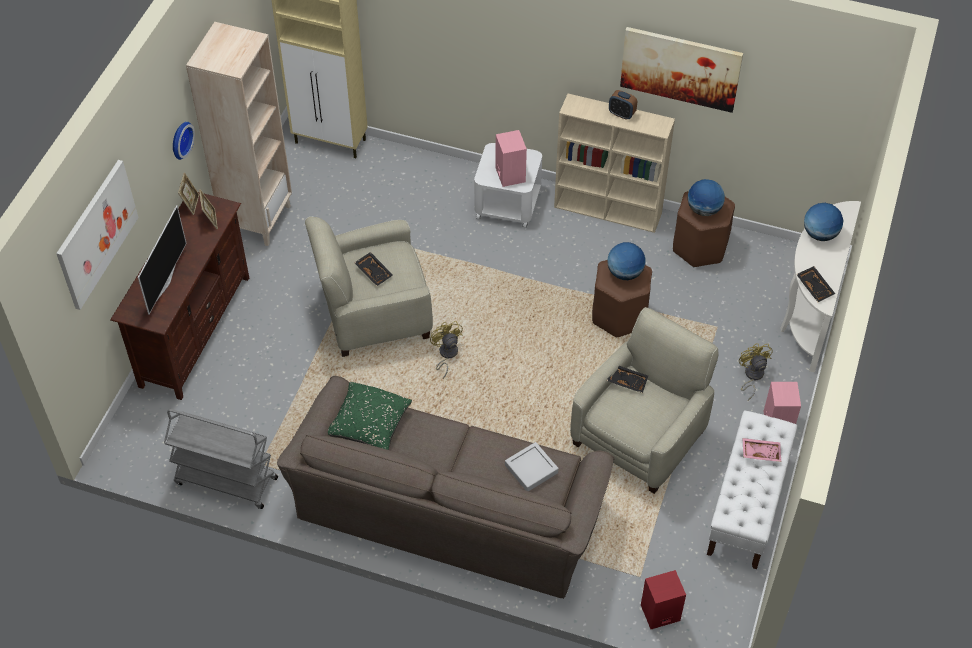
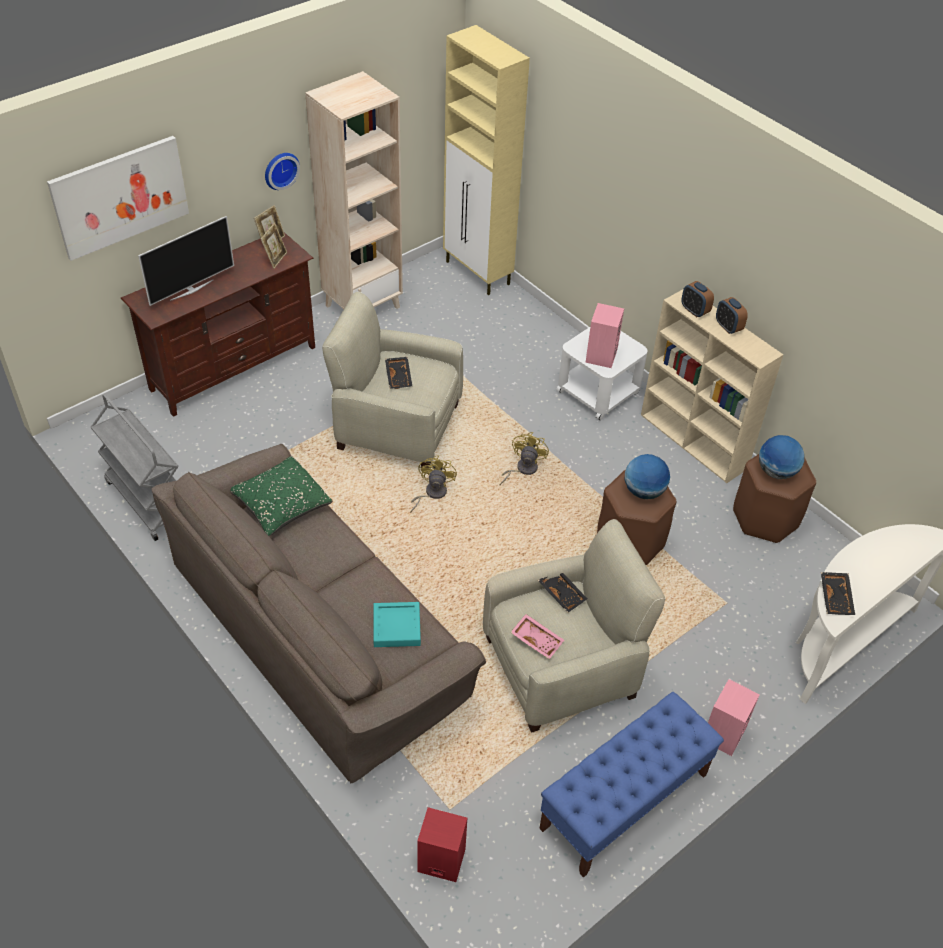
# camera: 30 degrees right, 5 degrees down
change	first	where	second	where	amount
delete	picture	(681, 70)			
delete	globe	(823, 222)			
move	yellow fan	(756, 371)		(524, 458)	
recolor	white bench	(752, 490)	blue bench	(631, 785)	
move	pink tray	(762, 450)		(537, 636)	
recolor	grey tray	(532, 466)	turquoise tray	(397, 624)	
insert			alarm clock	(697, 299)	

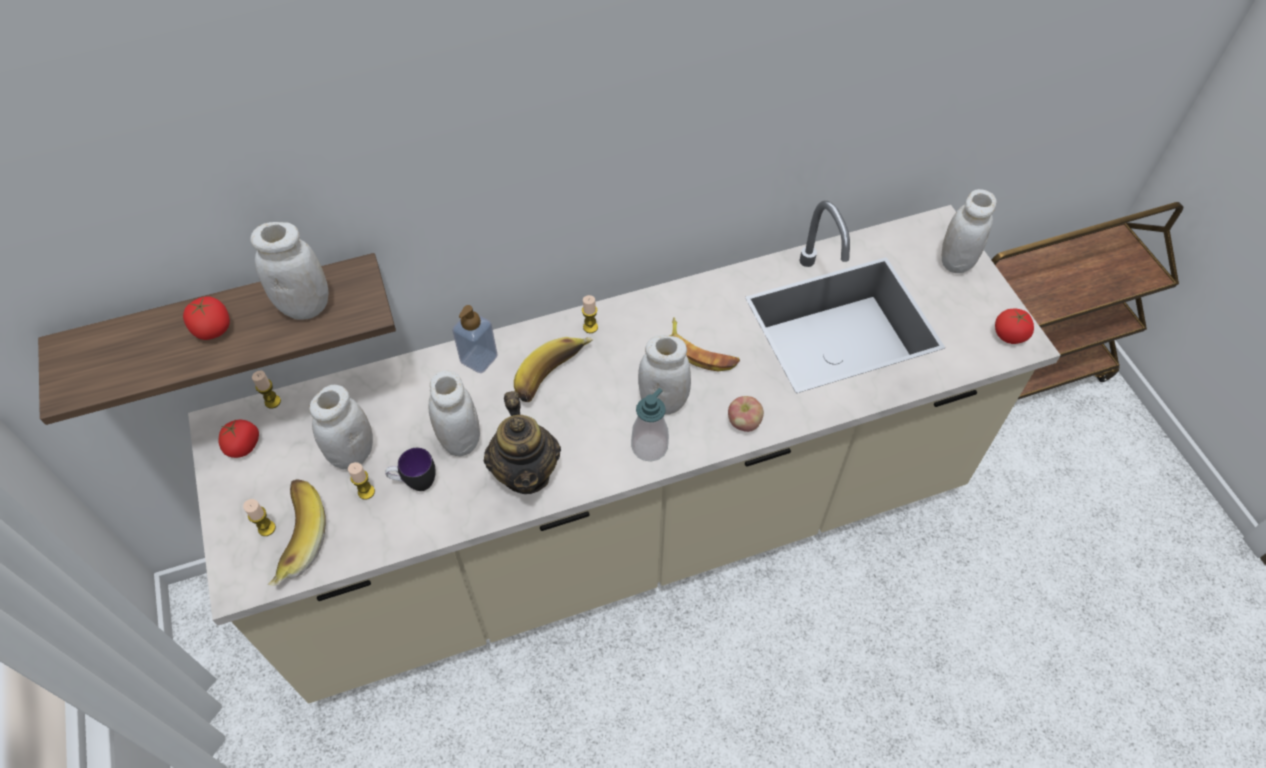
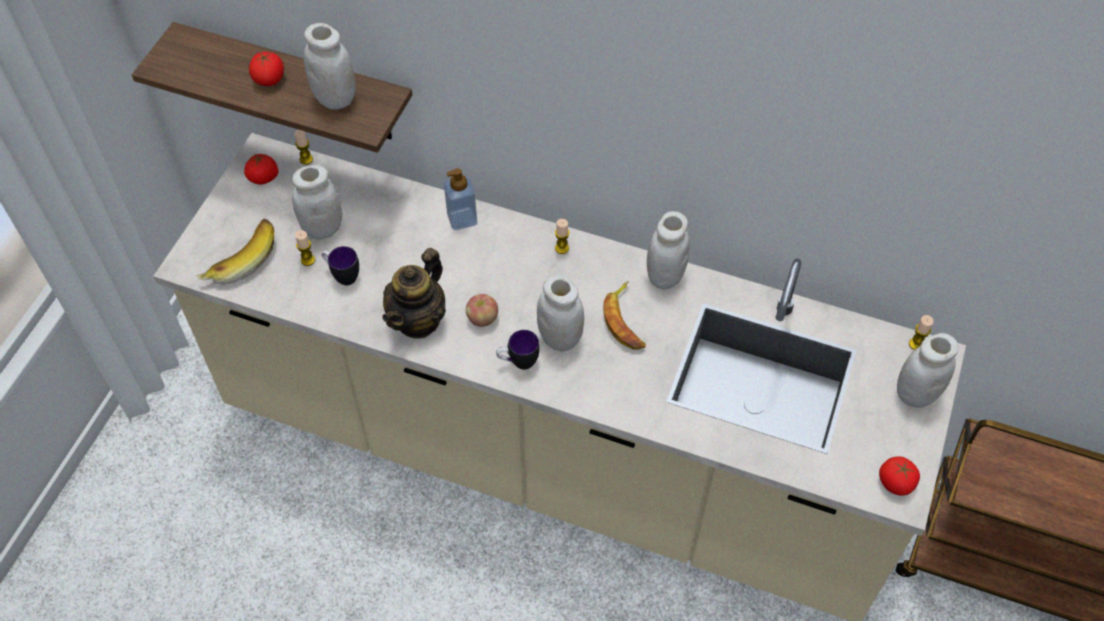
# camera: 40 degrees right, 0 degrees up
change	first	where	second	where	amount
delete	banana	(553, 369)			
move	white jar	(454, 413)		(668, 250)	
replace	soap dispenser	(650, 424)	mug	(518, 350)	
move	apple	(746, 414)		(482, 310)	
move	candle	(259, 517)		(921, 332)	

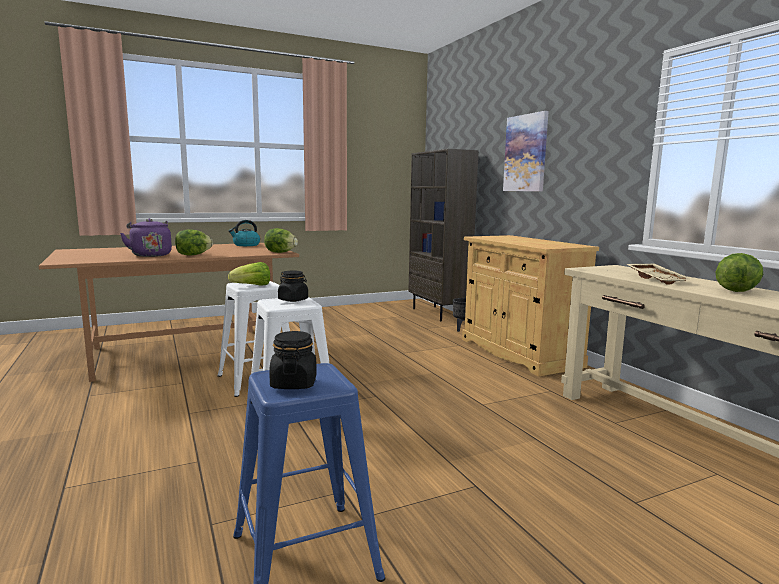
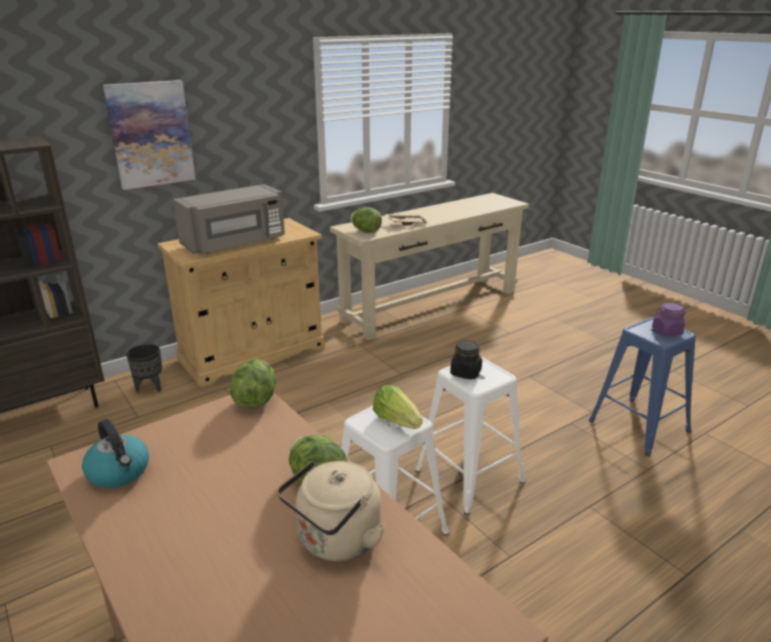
# camera: 100 degrees left, 15 degrees up
change	first	where	second	where	amount
recolor	purple kettle	(146, 238)	beige kettle	(331, 511)	
move	lettuce	(739, 272)		(366, 220)	
recolor	black jar	(293, 360)	purple jar	(669, 319)	
insert			grey microwave	(229, 219)	

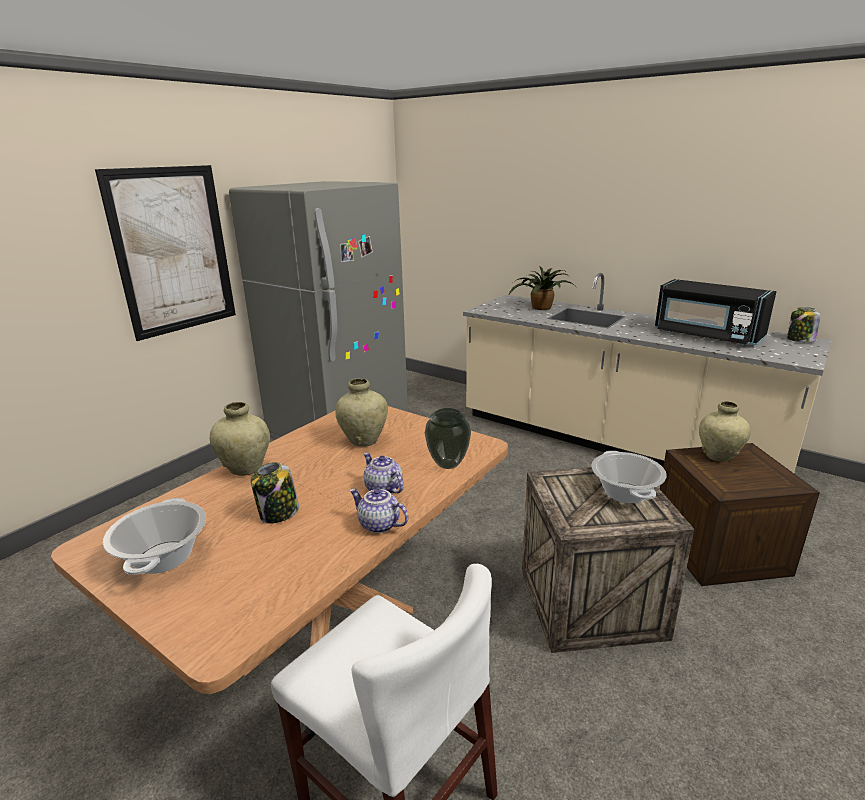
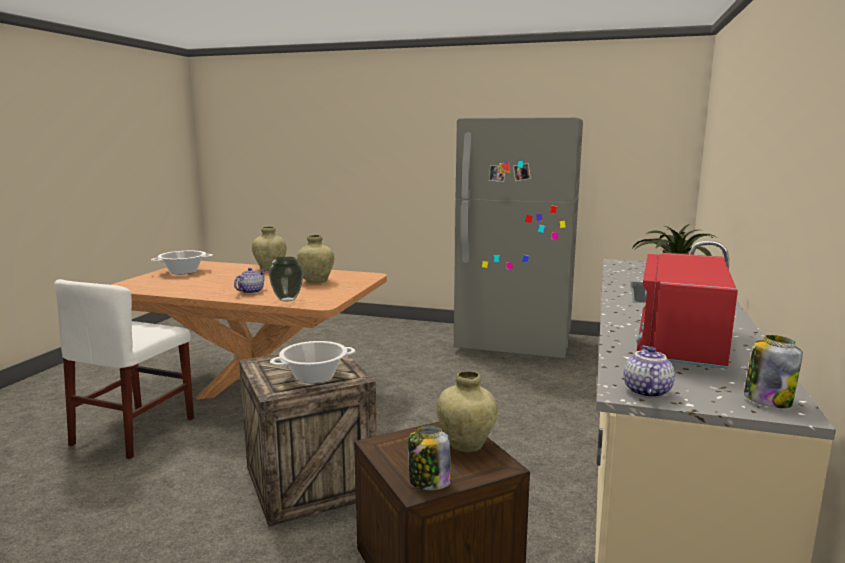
# camera: 70 degrees right, 10 degrees down
change	first	where	second	where	amount
delete	picture	(165, 253)			
recolor	black microwave	(715, 312)	red microwave	(687, 311)	
move	jar	(275, 493)		(429, 458)	
move	teapot	(378, 510)		(649, 372)	

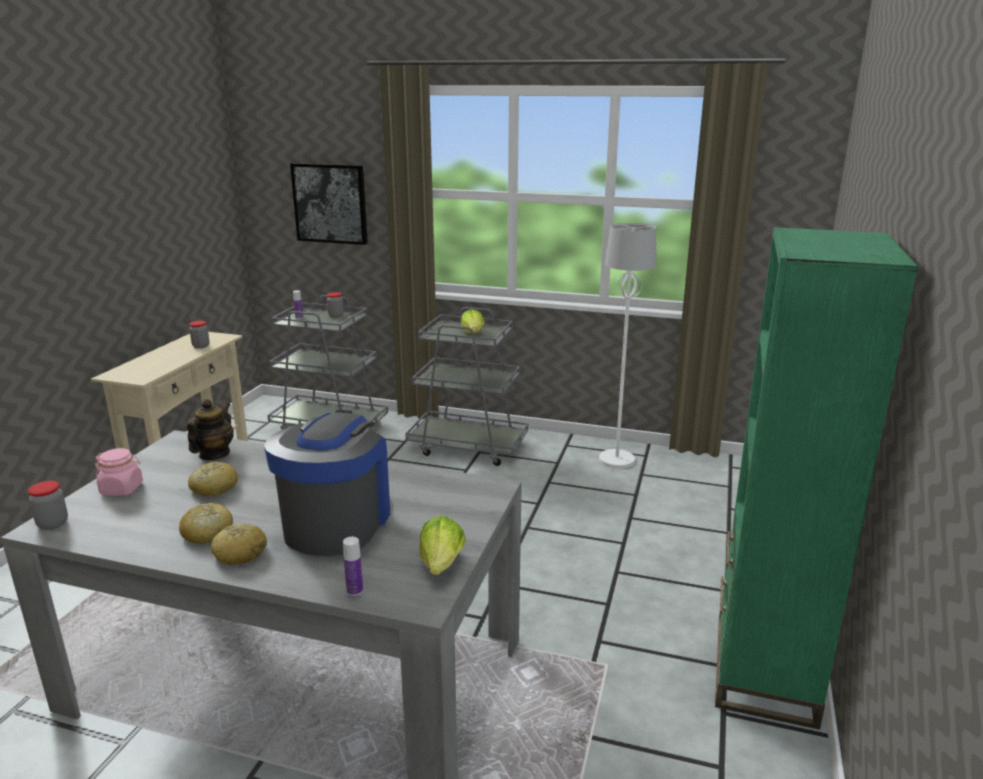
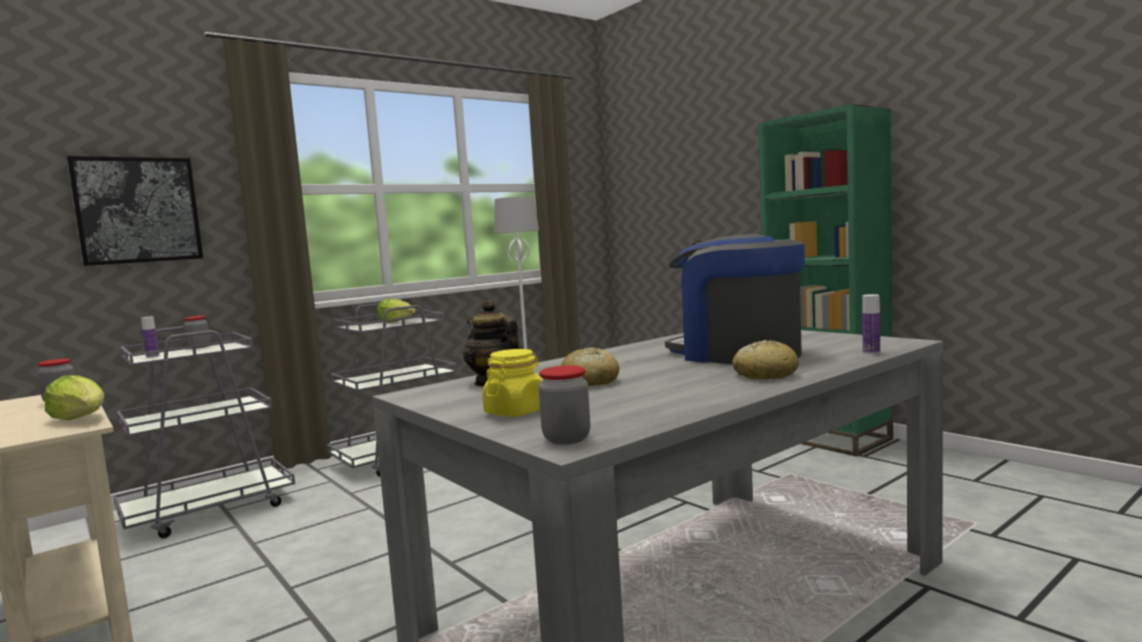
# camera: 55 degrees left, 15 degrees down
change	first	where	second	where	amount
recolor	pink jar	(119, 472)	yellow jar	(512, 383)	
delete	bread	(206, 523)			
move	lettuce	(442, 545)		(74, 397)	

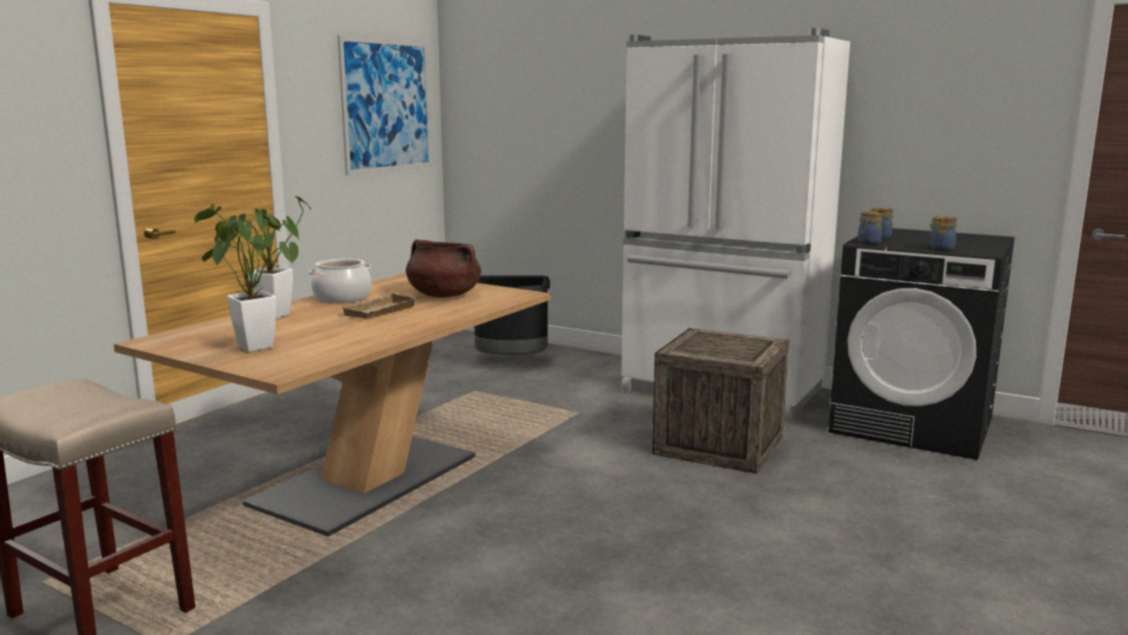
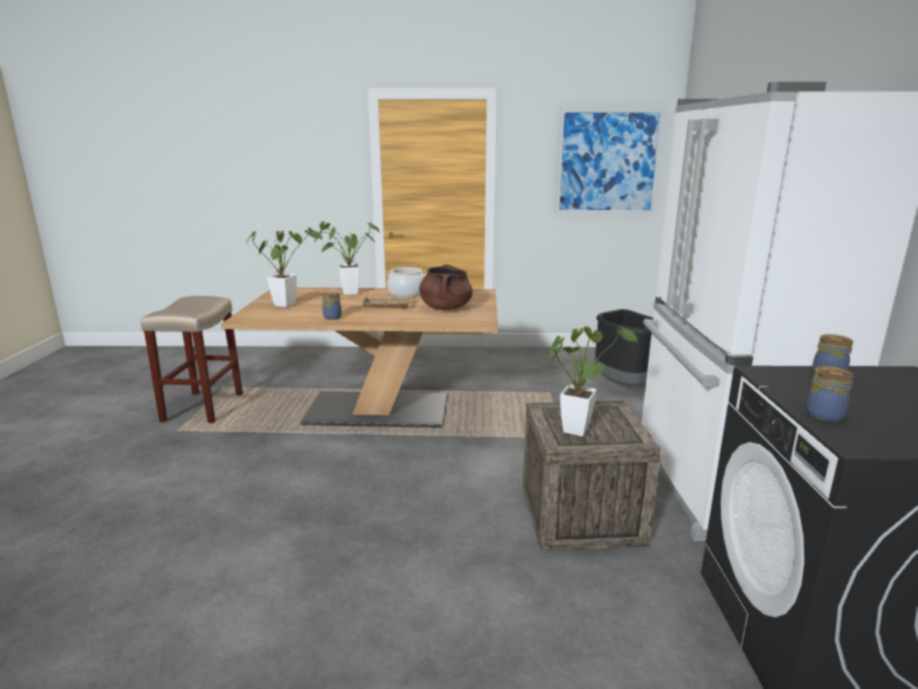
# camera: 60 degrees right, 5 degrees up
change	first	where	second	where	amount
move	jar	(870, 227)		(331, 306)	
insert			potted plant	(594, 380)	

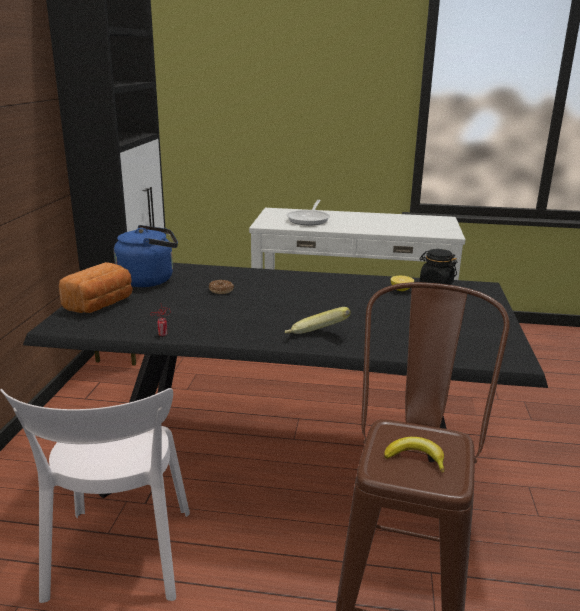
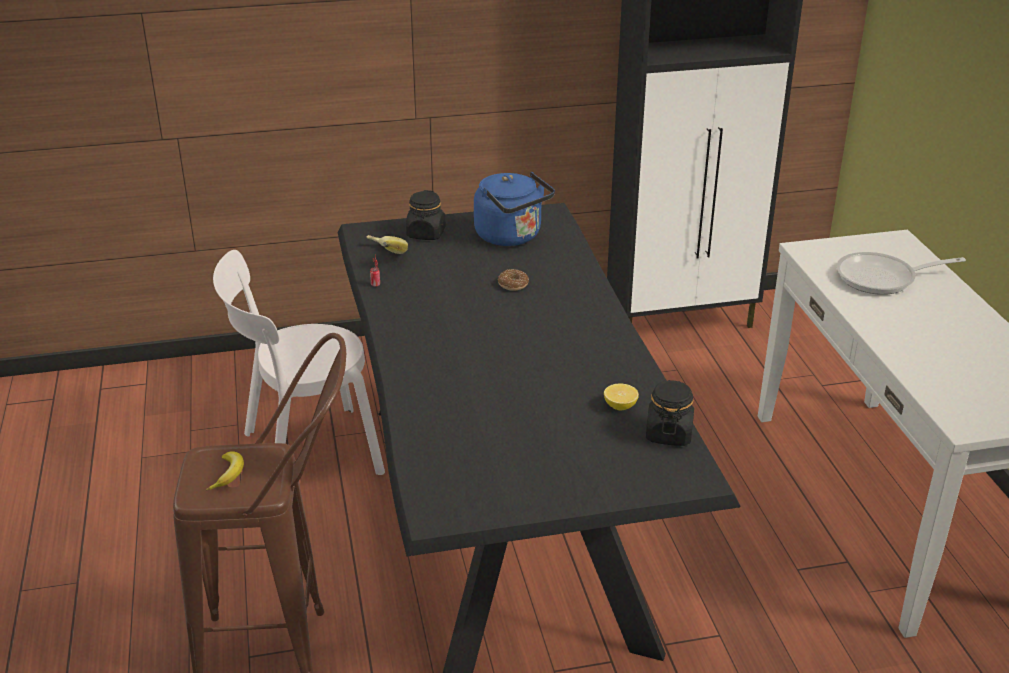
# camera: 70 degrees right, 10 degrees up
change	first	where	second	where	amount
replace	bread	(96, 287)	black jar	(426, 215)	
move	banana	(318, 320)		(387, 244)	

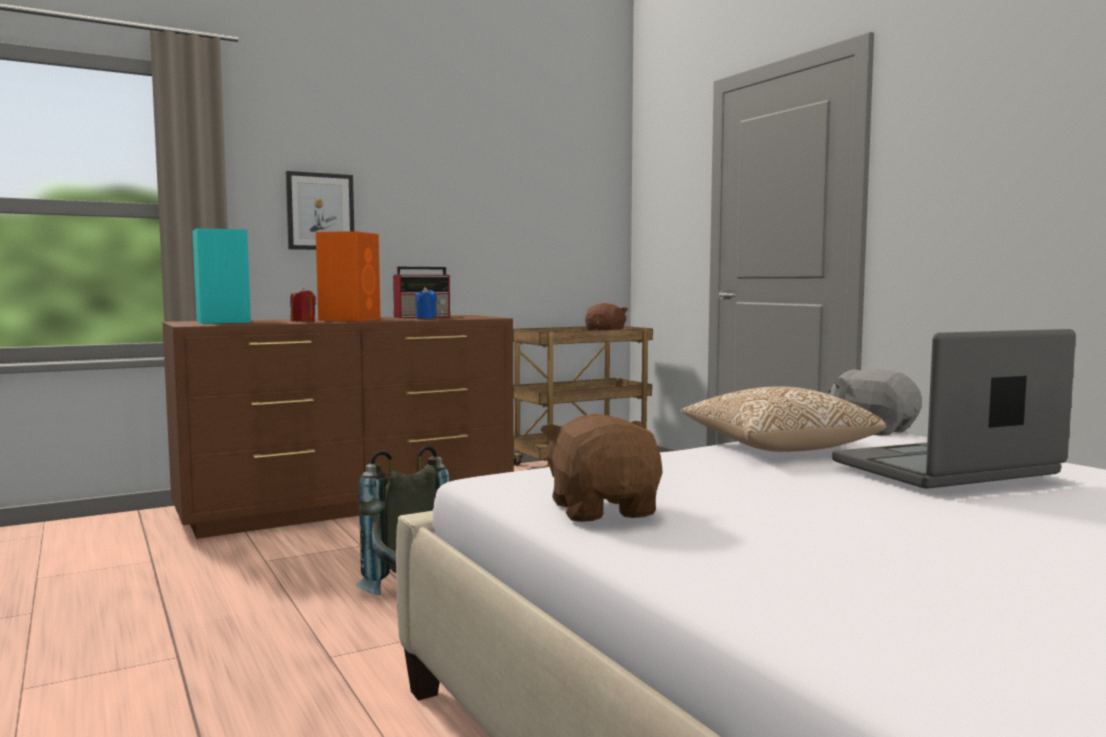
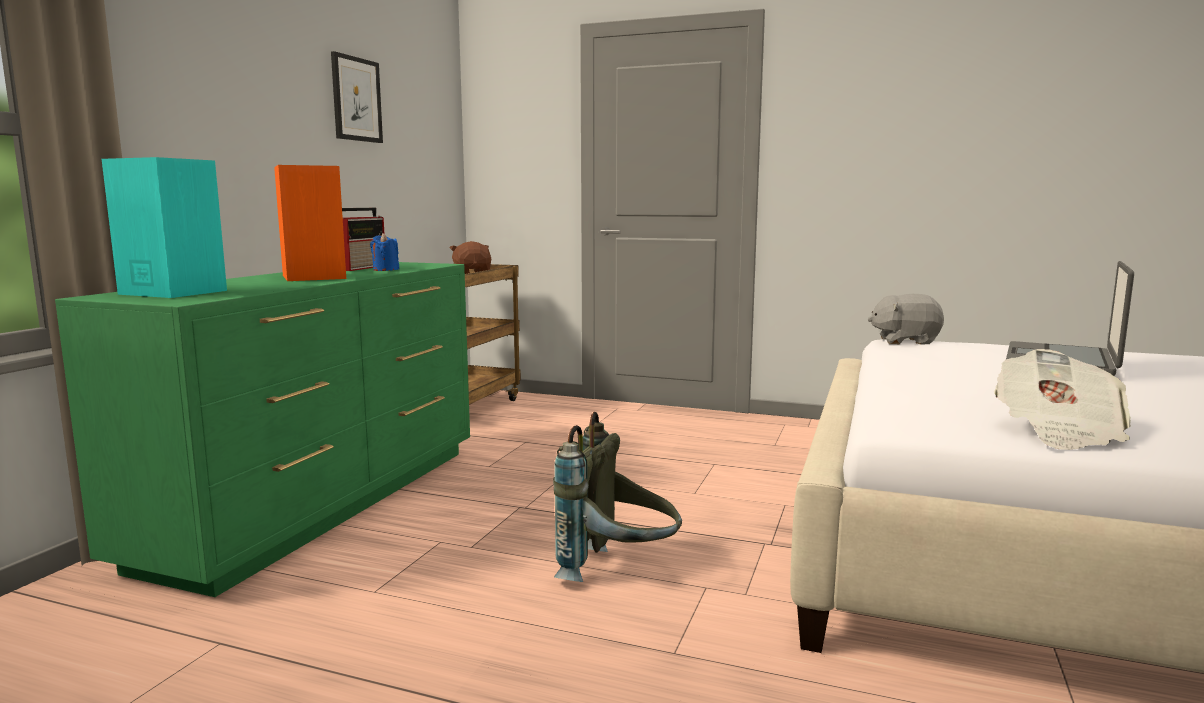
# camera: 40 degrees left, 5 degrees up
change	first	where	second	where	amount
move	picture	(320, 210)		(357, 97)	
delete	red candle	(303, 305)			
recolor	brown dresser	(338, 427)	green dresser	(262, 429)	
delete	pillow	(784, 419)			
replace	brown plush toy	(601, 467)	newspaper	(1062, 399)	

